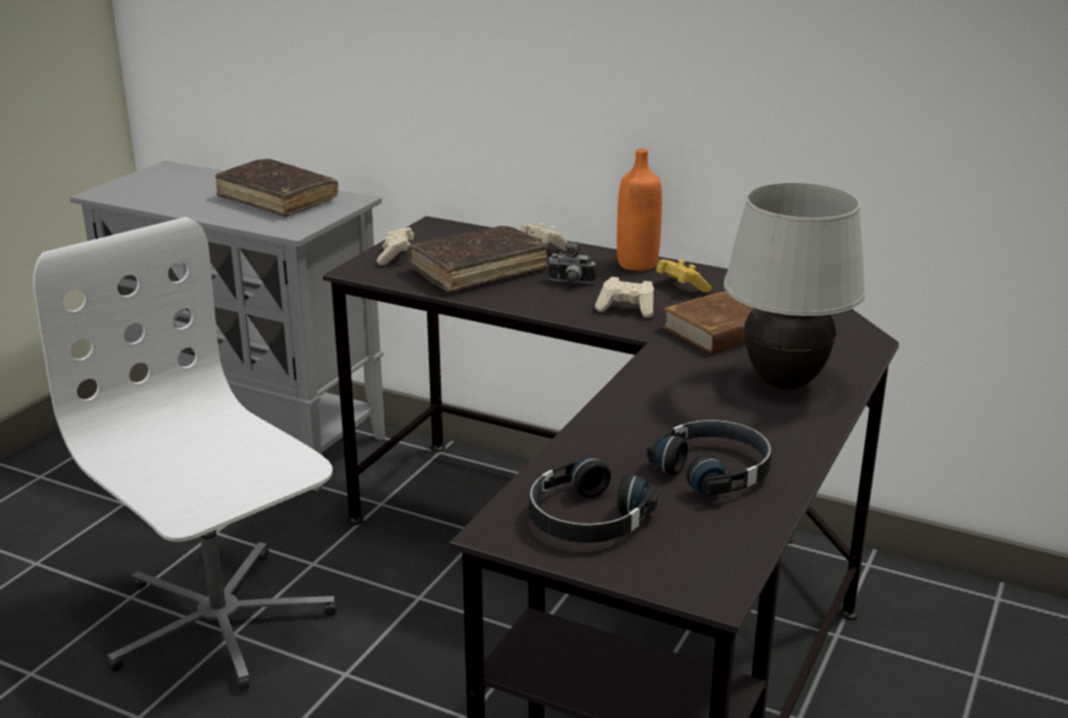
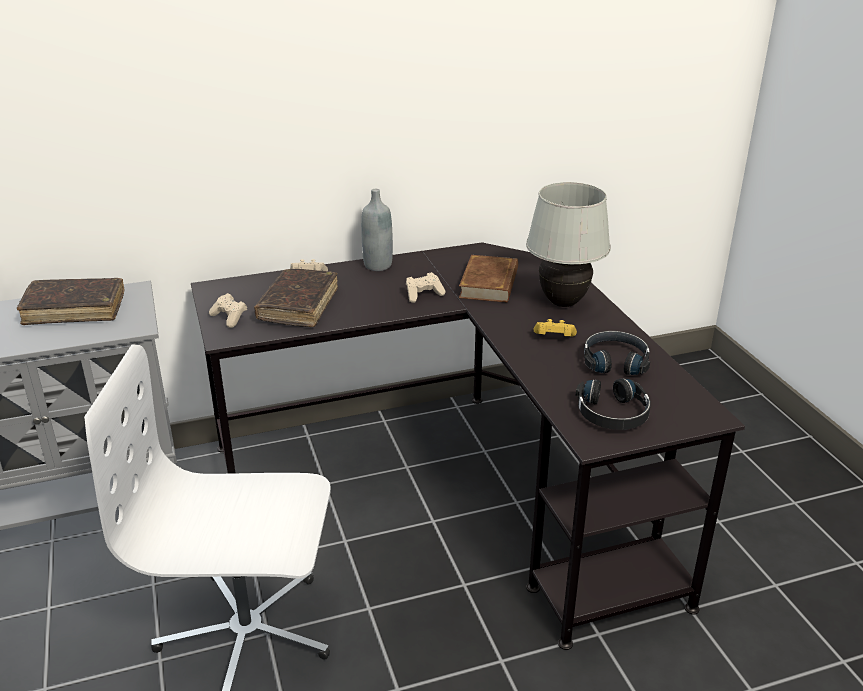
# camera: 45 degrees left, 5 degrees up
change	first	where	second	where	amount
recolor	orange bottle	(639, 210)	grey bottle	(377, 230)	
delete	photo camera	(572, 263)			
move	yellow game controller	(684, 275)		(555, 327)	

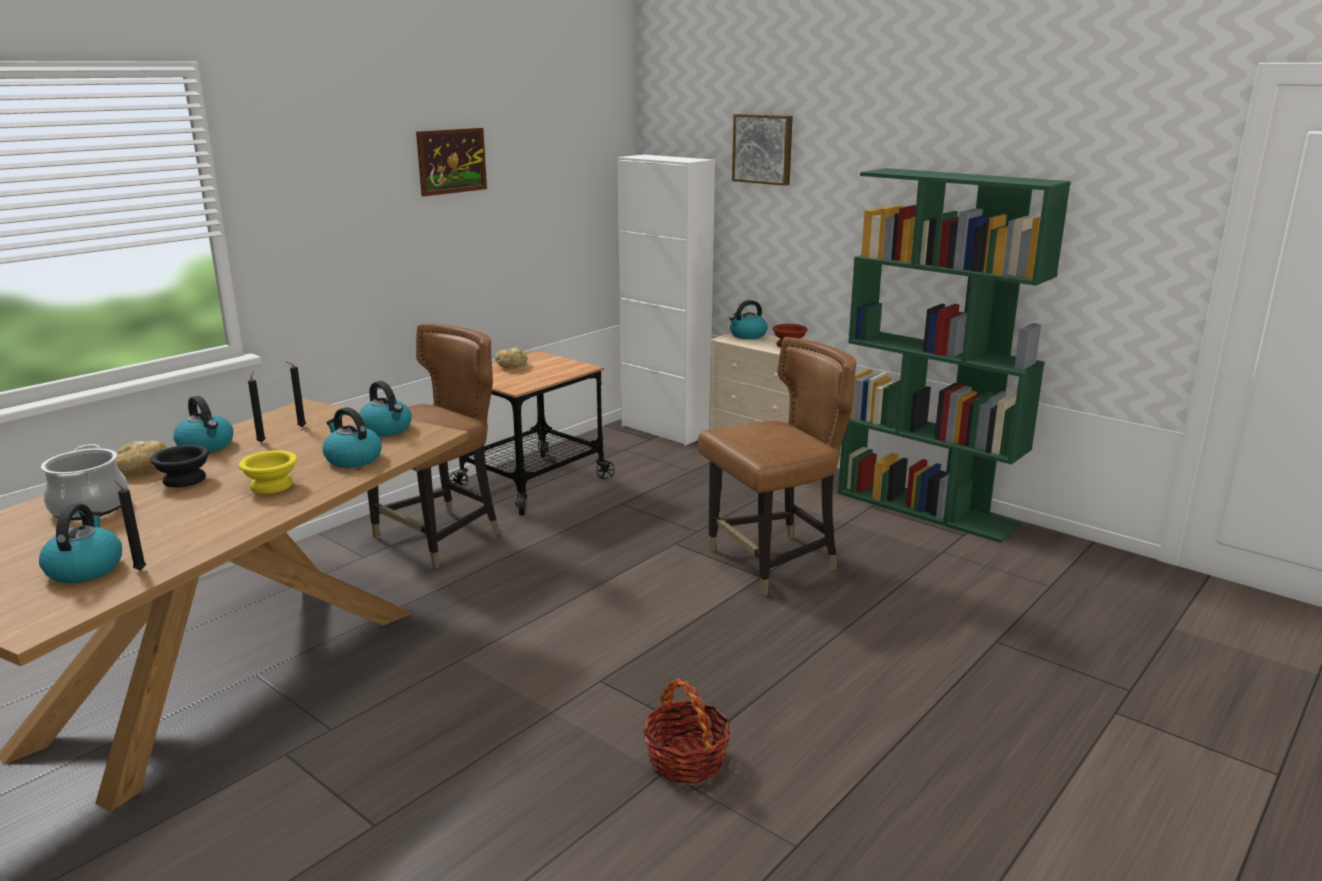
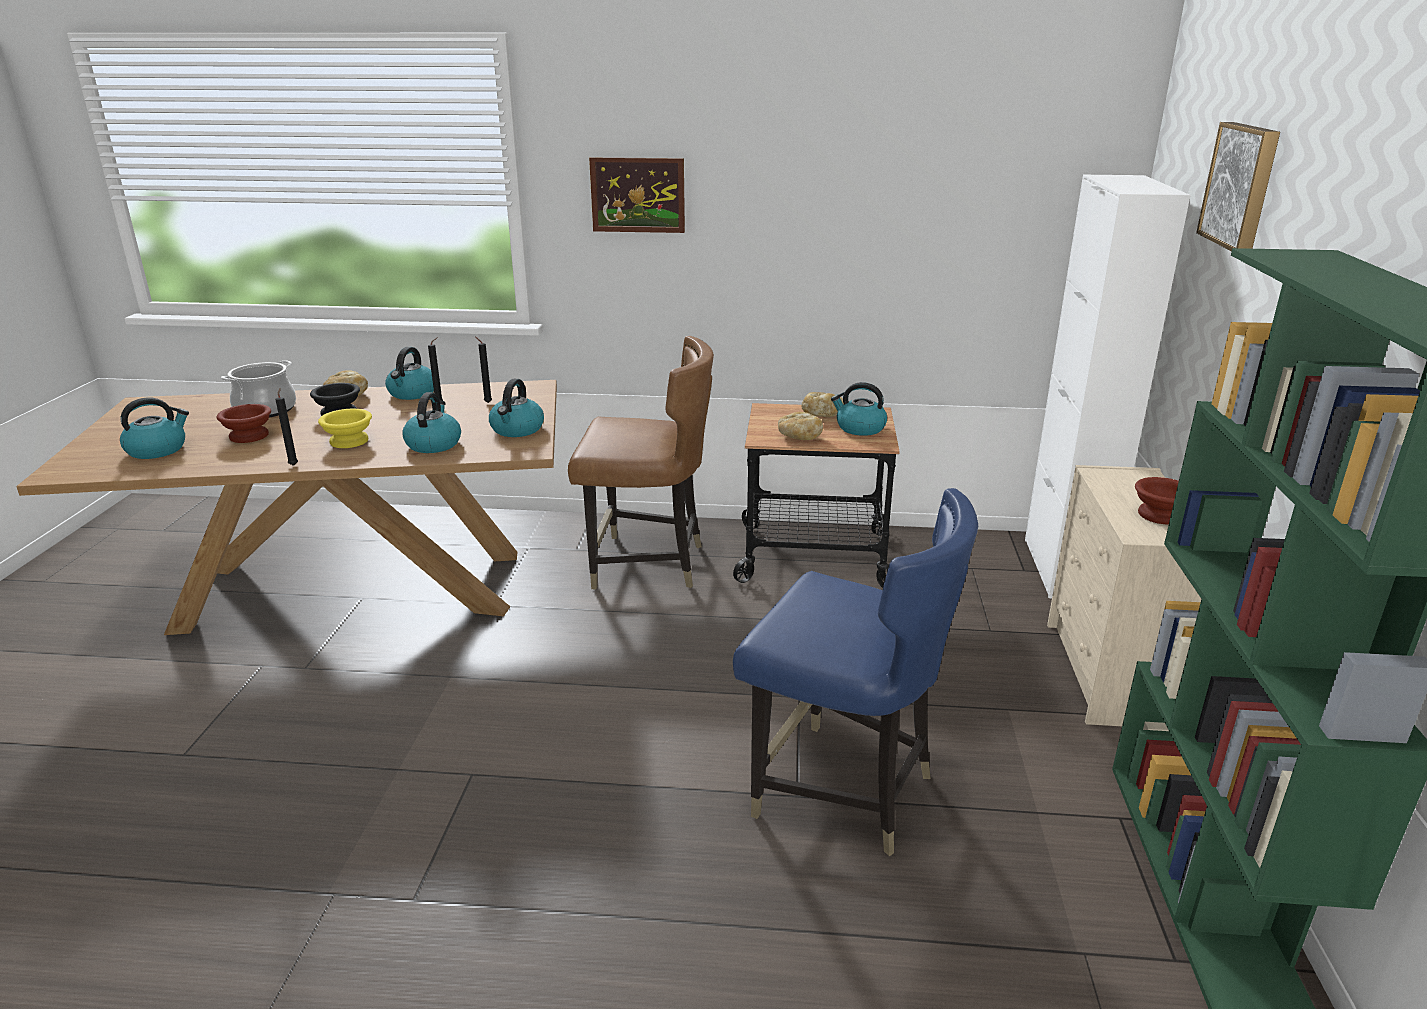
# camera: 55 degrees right, 5 degrees up
change	first	where	second	where	amount
move	picture	(451, 162)		(637, 195)	
move	kettle	(748, 319)		(859, 409)	
recolor	brown chair	(777, 466)	blue chair	(855, 672)	
move	black candle	(130, 525)		(286, 427)	
delete	basket	(687, 730)			
insert			brown bowl	(244, 423)	
insert			bread	(800, 426)	

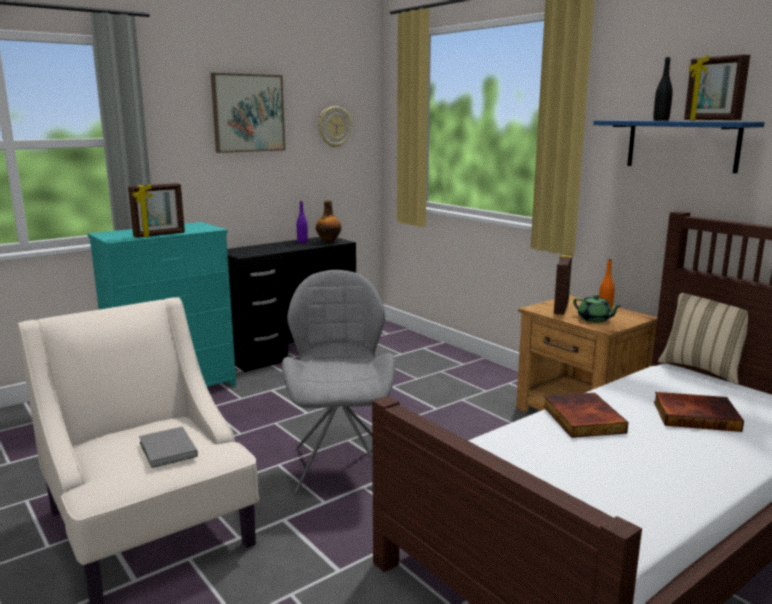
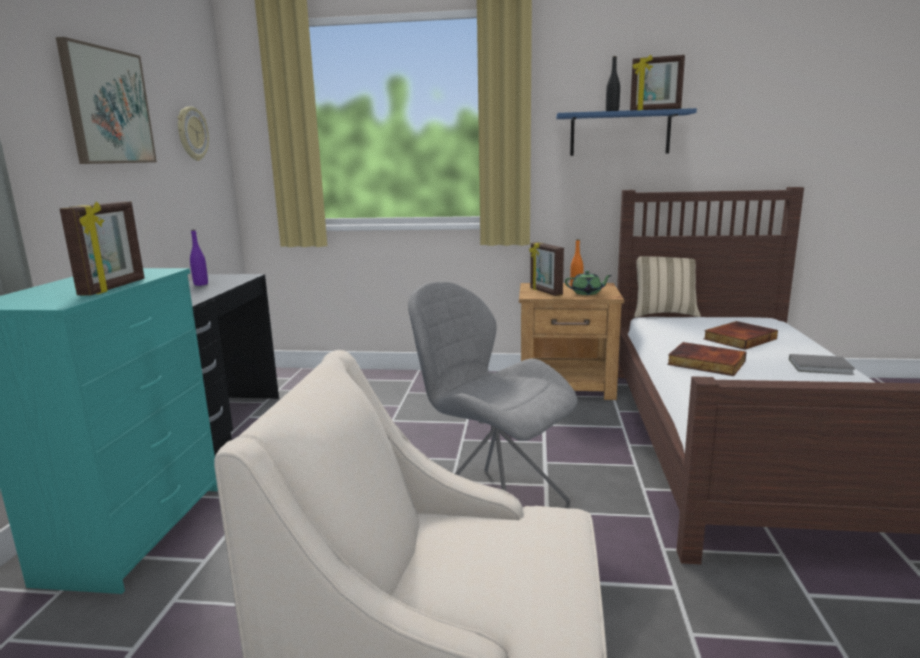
# camera: 45 degrees left, 0 degrees up
change	first	where	second	where	amount
delete	bottle	(328, 221)			
move	grey book	(168, 447)		(822, 364)	

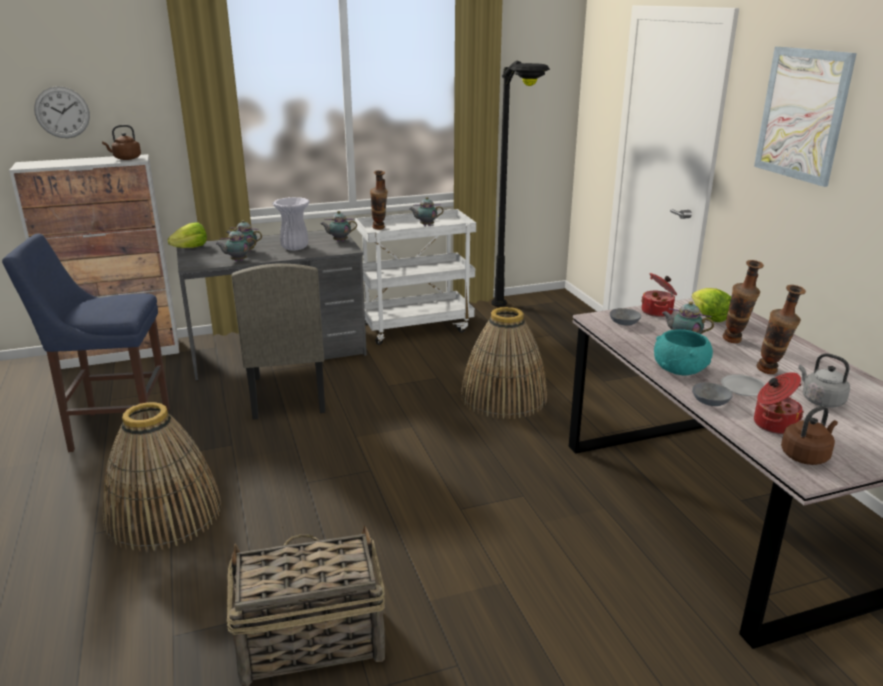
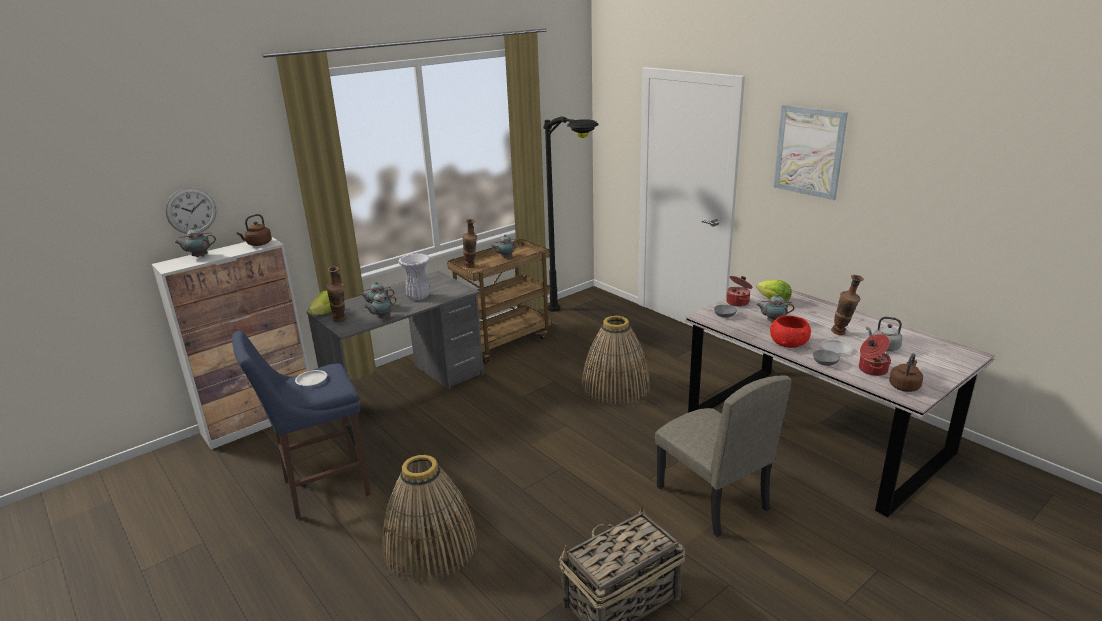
# camera: 20 degrees left, 0 degrees up
change	first	where	second	where	amount
recolor	white cart	(415, 277)	brown cart	(499, 301)	
move	teapot	(338, 226)		(195, 242)	
move	vase	(743, 301)		(336, 294)	
move	beige chair	(278, 342)		(723, 456)	
recolor	turquoise bowl	(683, 352)	red bowl	(790, 332)	
insert			white plate	(311, 378)	

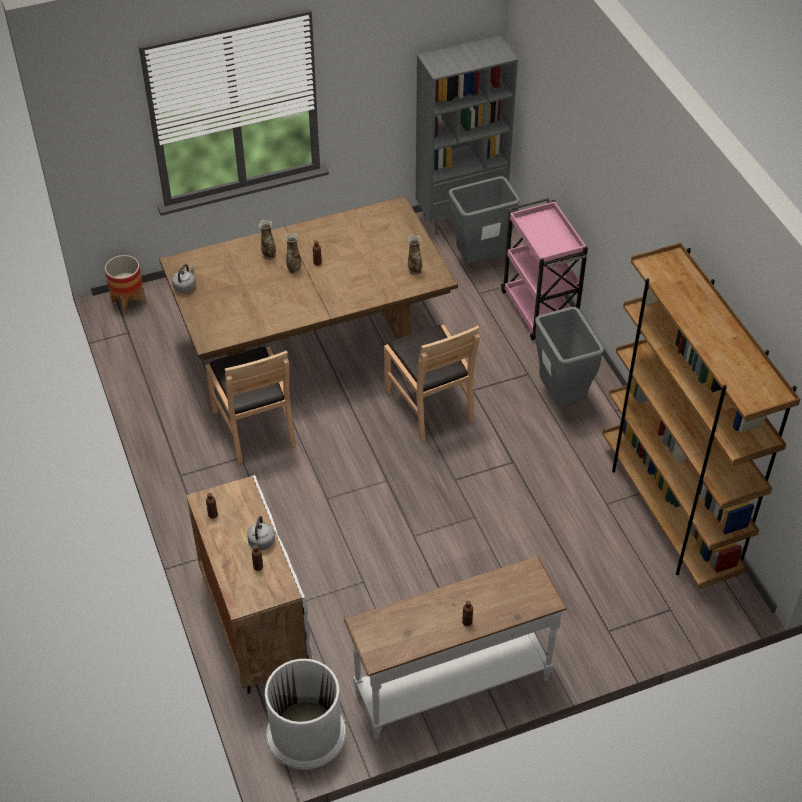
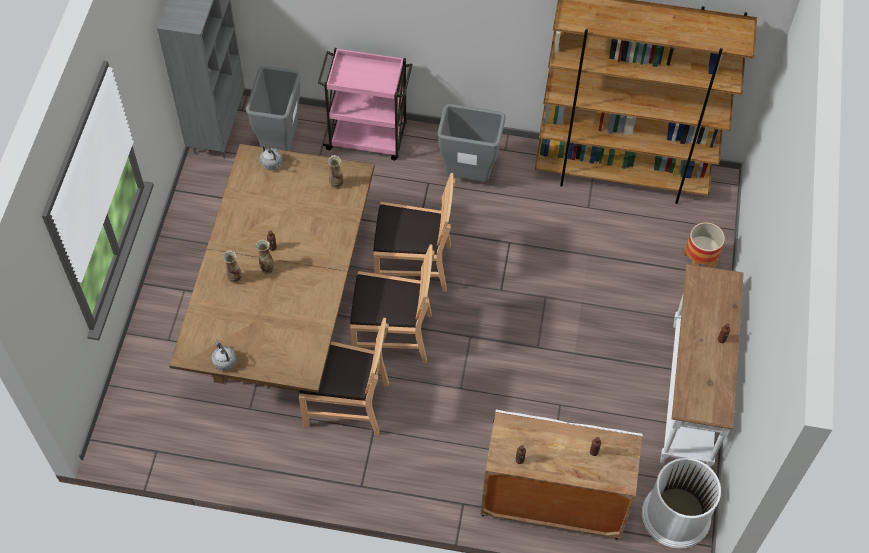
# camera: 60 degrees left, 10 degrees up
change	first	where	second	where	amount
move	planter	(125, 285)		(704, 245)	
move	grey kettle	(261, 533)		(271, 157)	
insert			brown chair	(392, 303)	

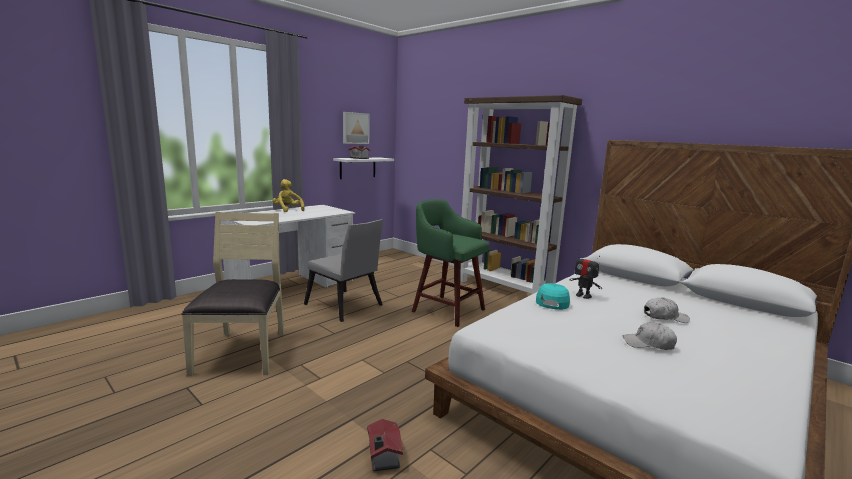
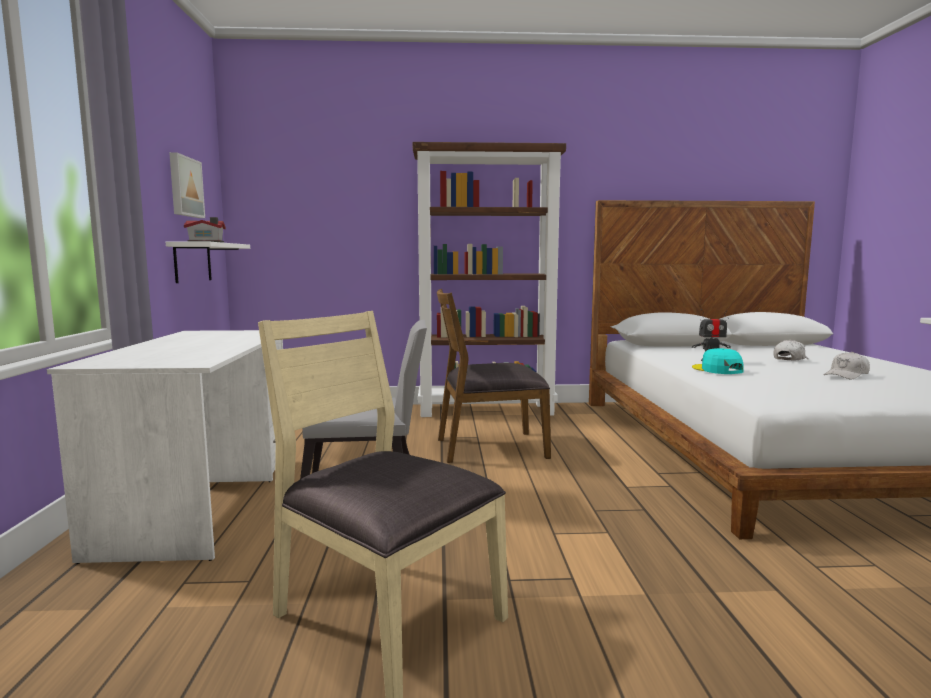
# camera: 45 degrees left, 5 degrees down
change	first	where	second	where	amount
delete	yellow plush toy	(288, 195)			
replace	green stool	(451, 263)	brown chair	(494, 376)	
delete	toy house	(385, 445)			

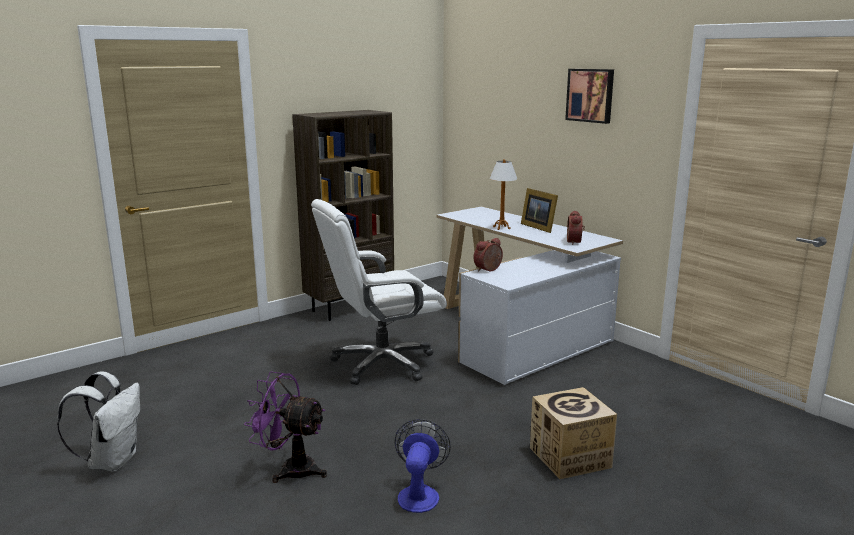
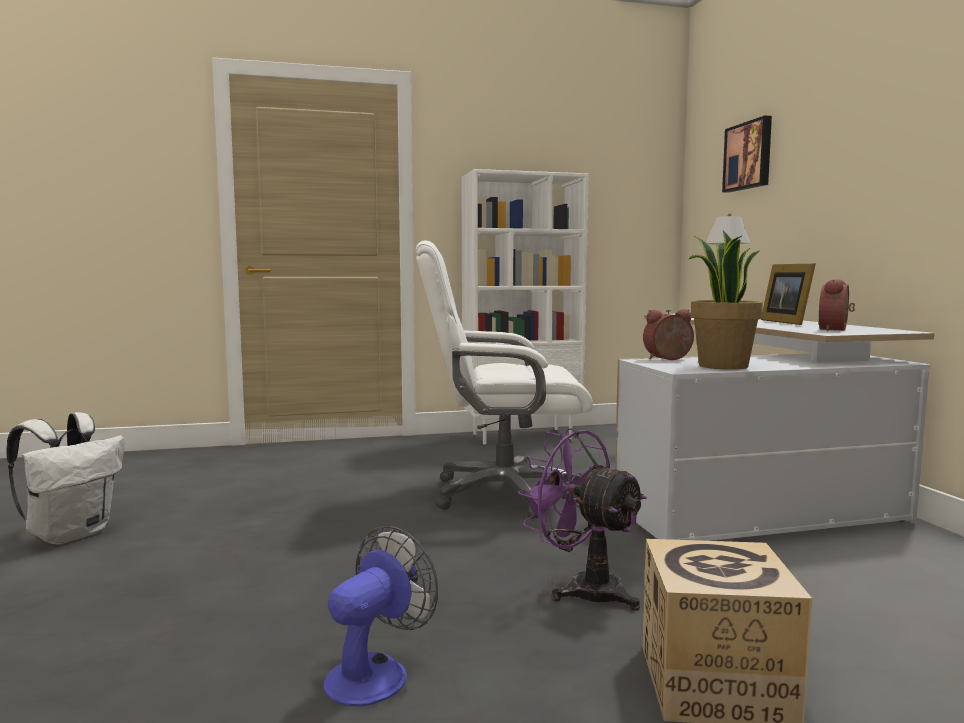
# camera: 25 degrees right, 10 degrees down
change	first	where	second	where	amount
move	picture	(589, 96)		(747, 154)	
recolor	brown bookcase	(343, 215)	white bookcase	(525, 306)	
move	purple fan	(285, 427)		(582, 519)	
insert			potted plant	(726, 300)	

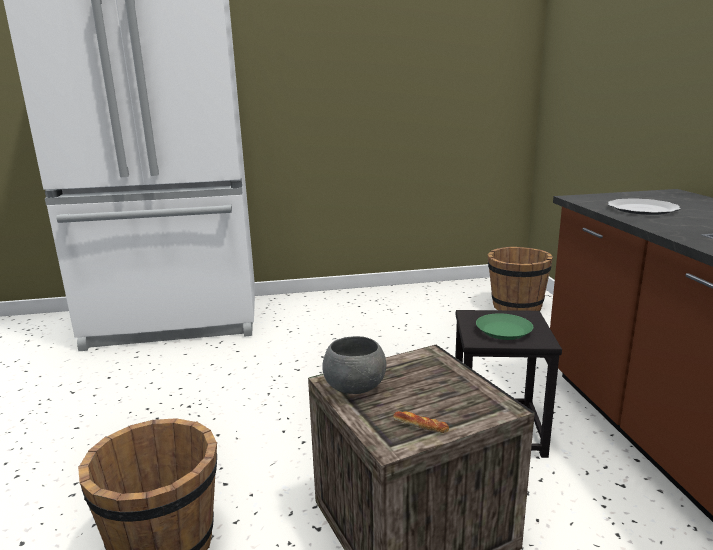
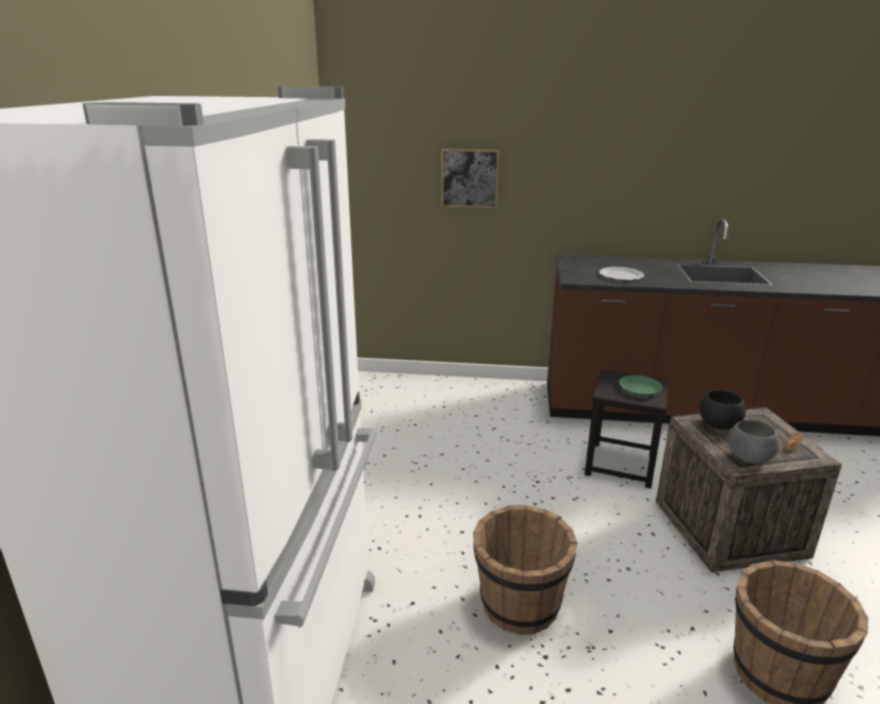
# camera: 75 degrees left, 5 degrees up
change	first	where	second	where	amount
move	brown bucket	(520, 279)		(525, 570)	
insert			picture	(470, 178)	
insert			black bowl	(723, 410)	

